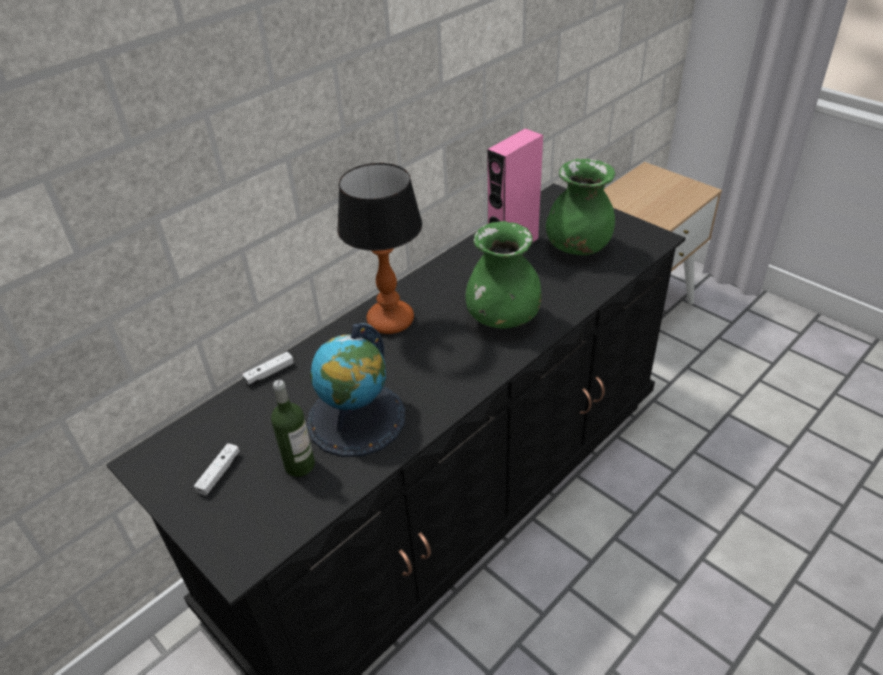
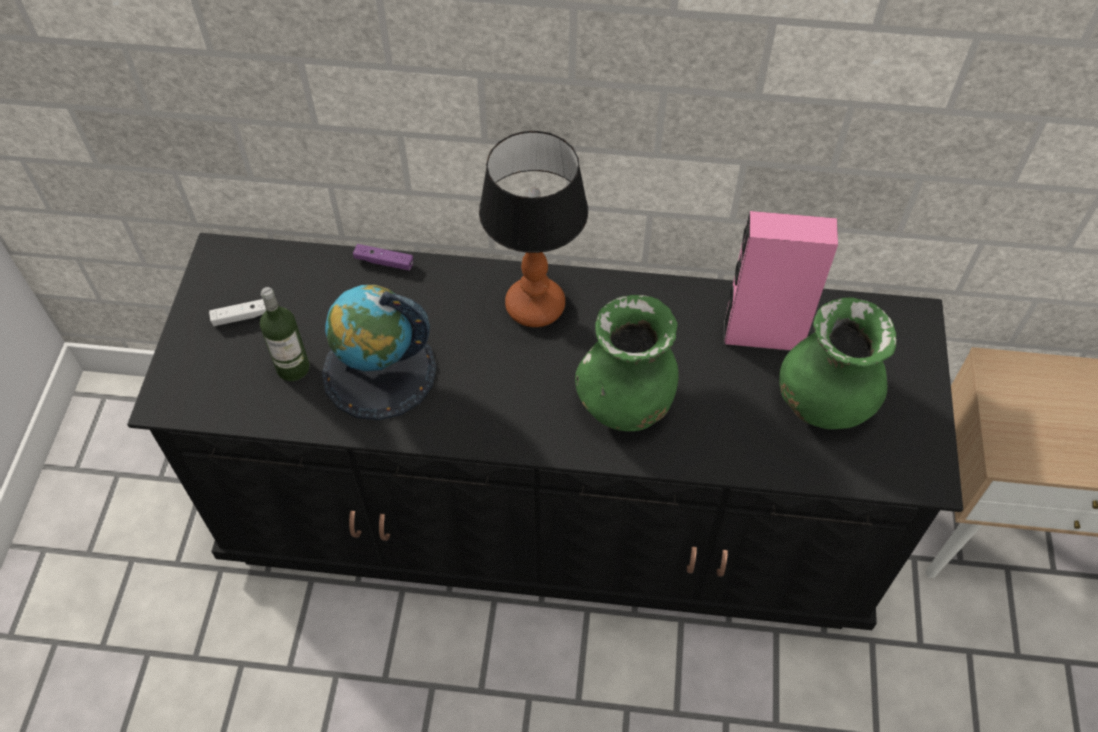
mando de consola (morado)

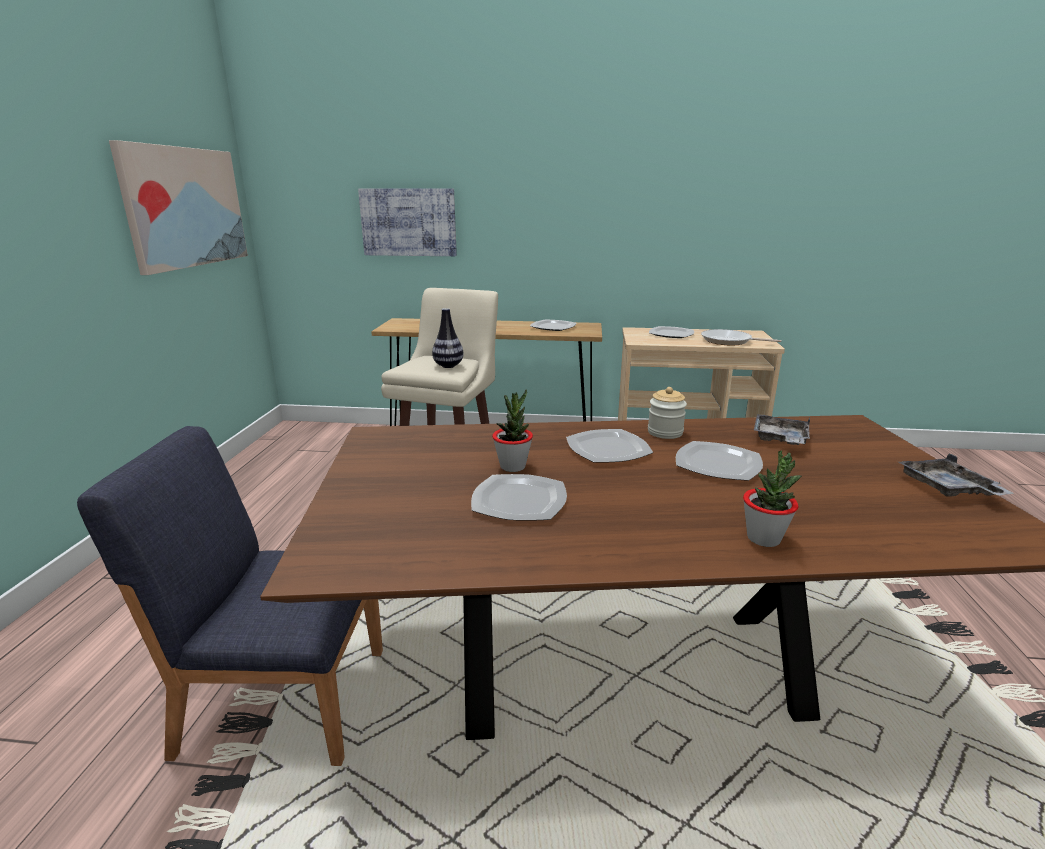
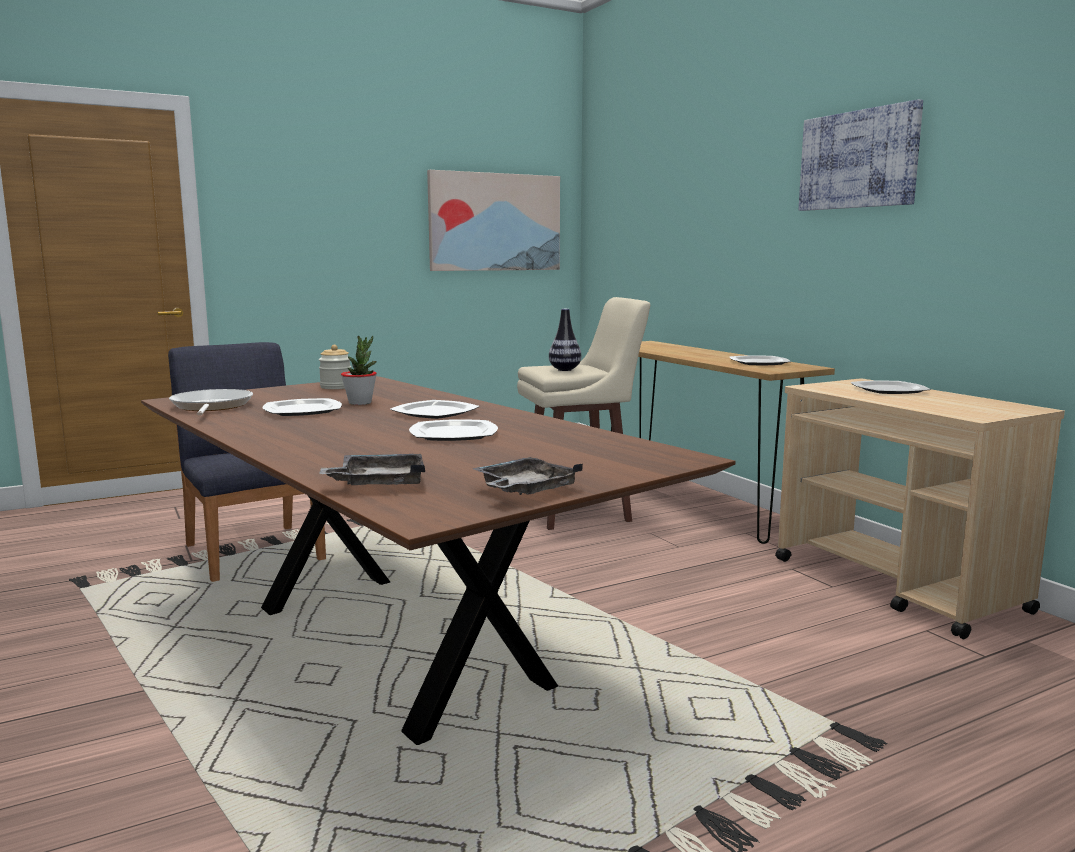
planta en maceta (no. 2 from left in the first image); cuadro (no. 2 from left); tarro; sartén; bandeja (gris) (no. 1 from left)

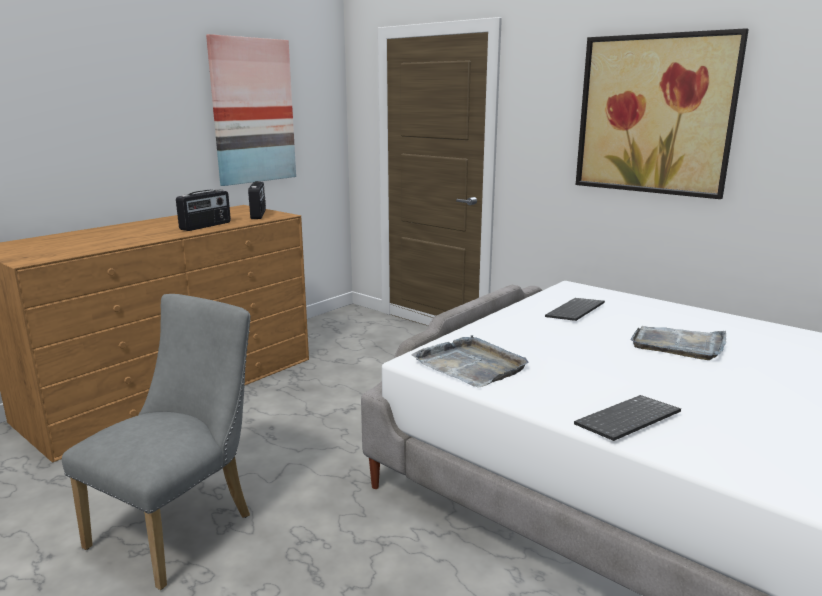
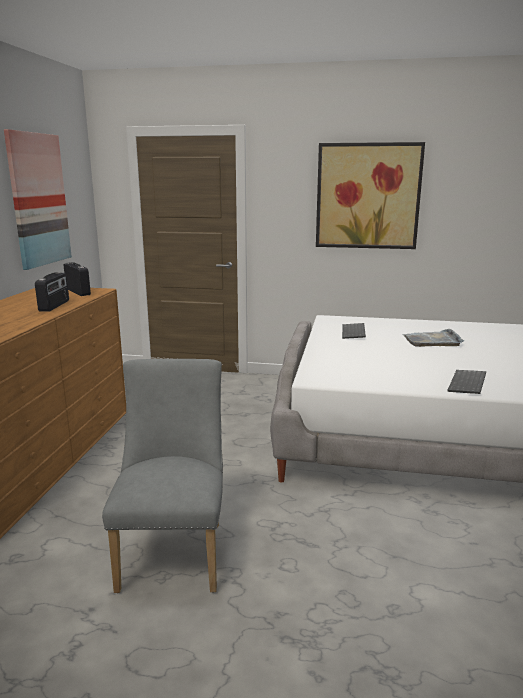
bandeja (gris) (no. 1 from left in the first image)

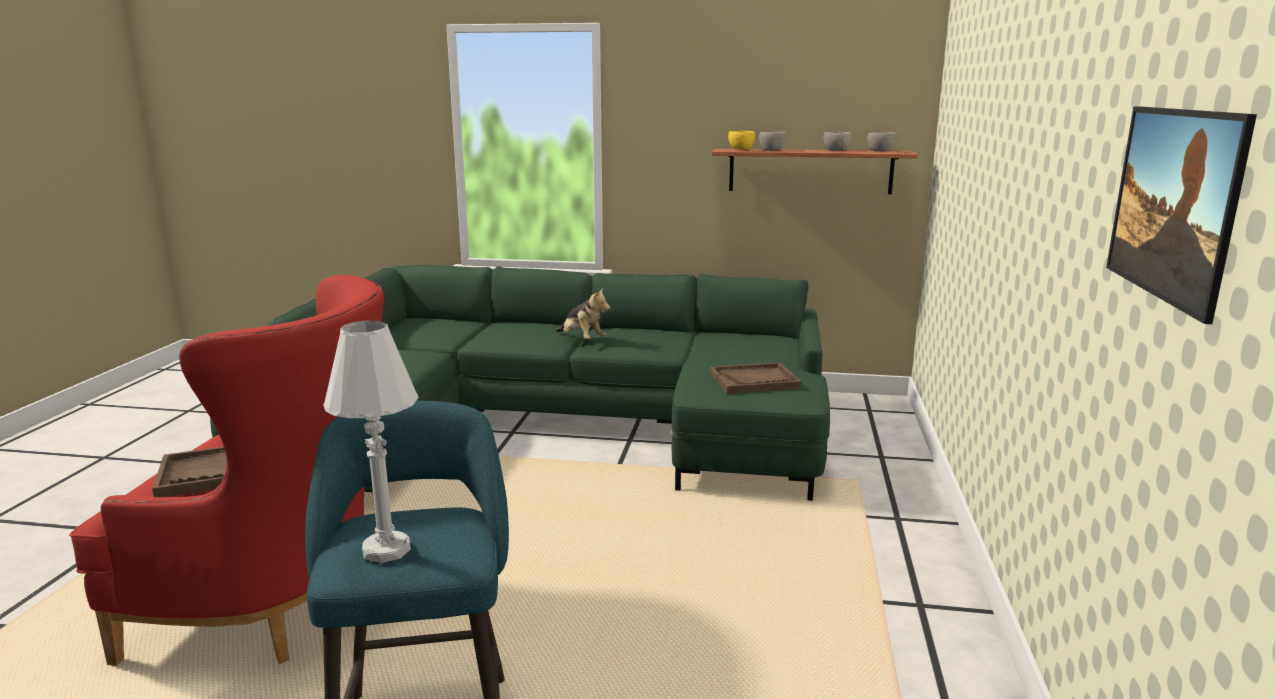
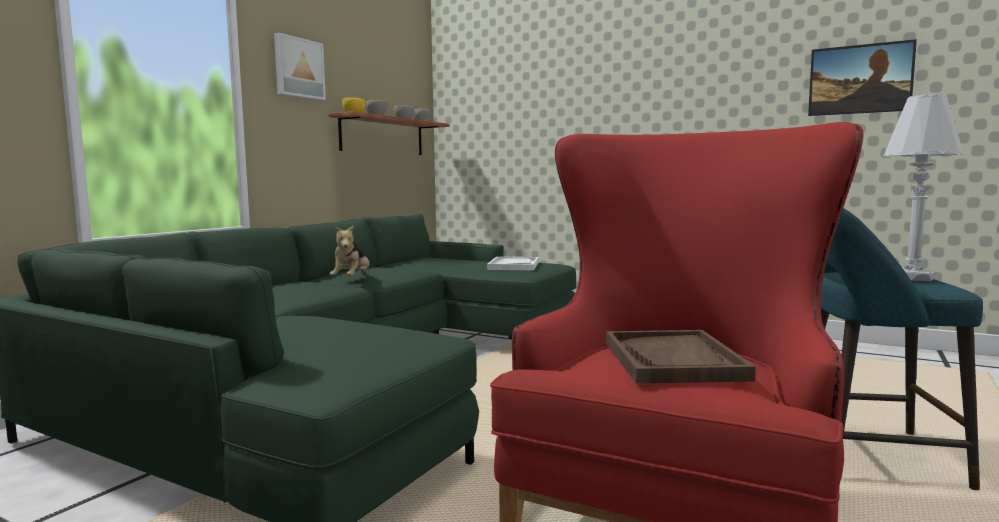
cuadro (no. 1 from left); bandeja (blanco); peluche

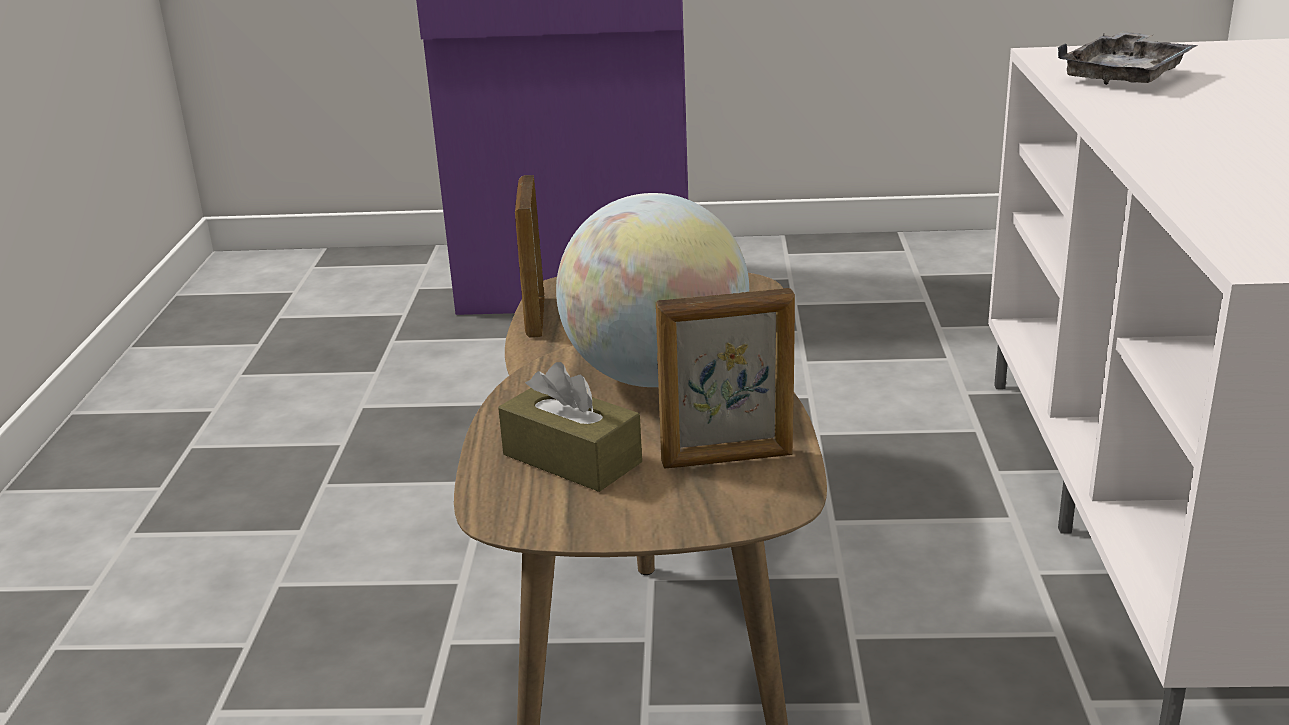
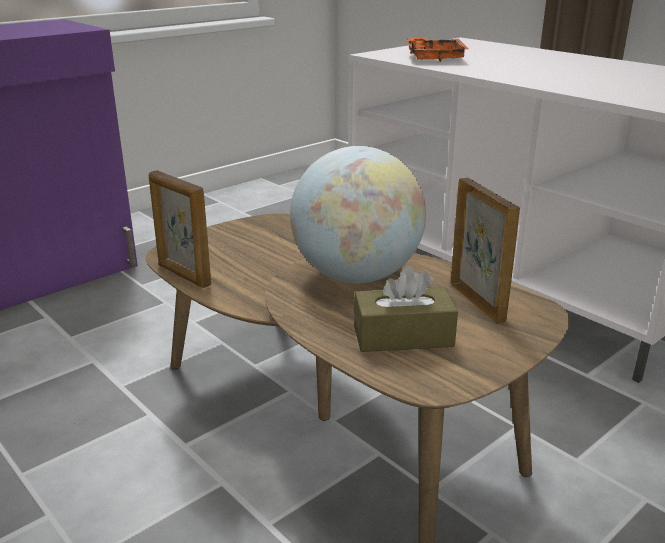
bandeja (naranja); portarretratos (no. 2 from left)

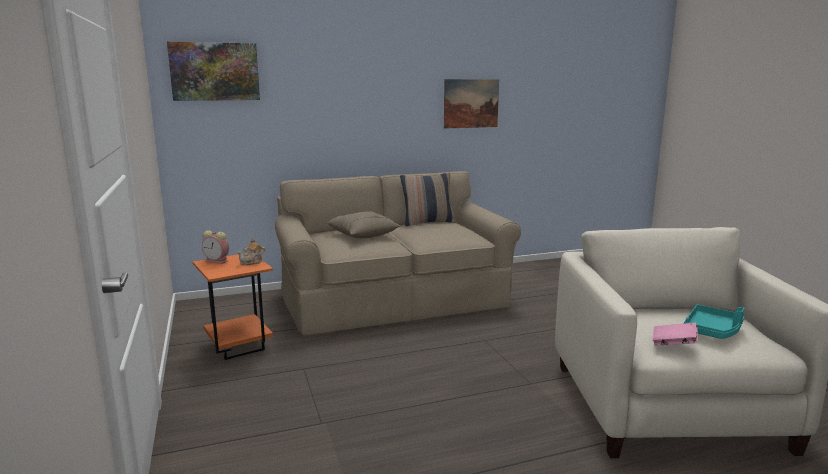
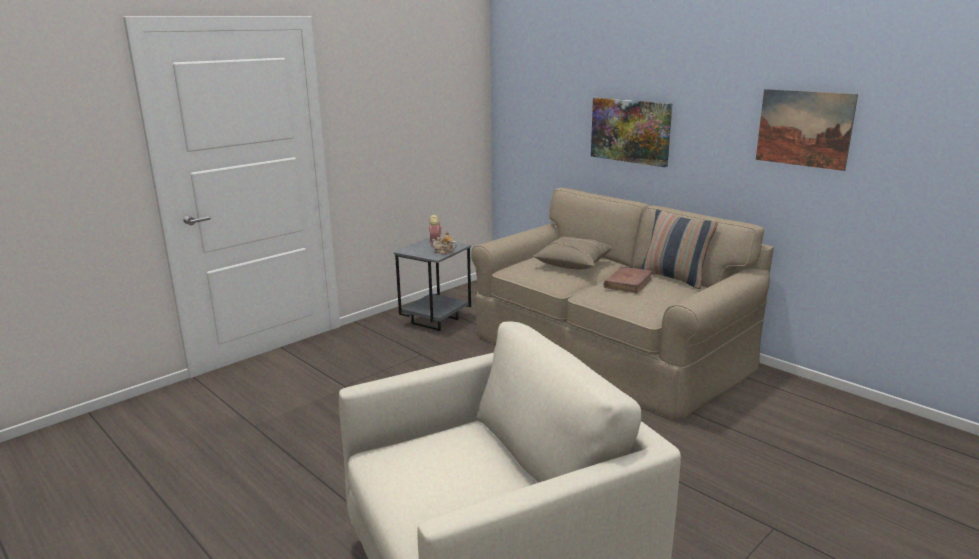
libro (rosa); bandeja (turquesa); libro (marrón); cuadro (no. 1 from left); mesa auxiliar (gris)

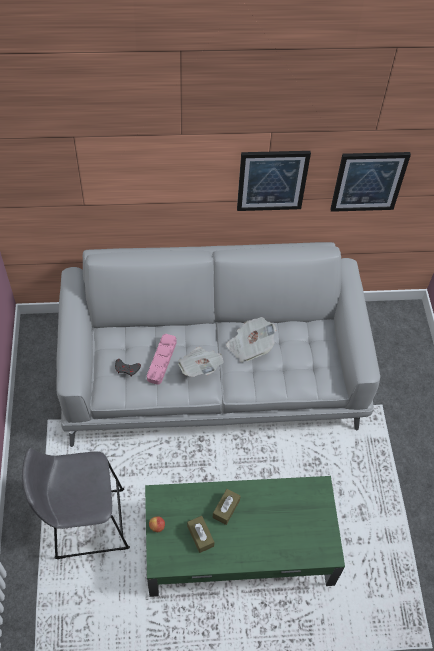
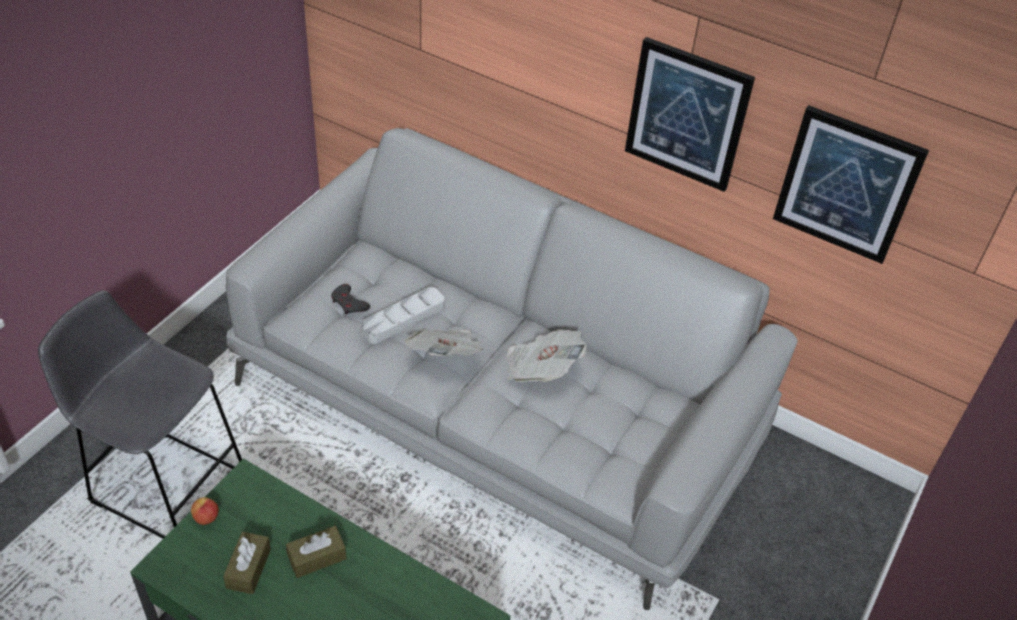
bandeja (gris)

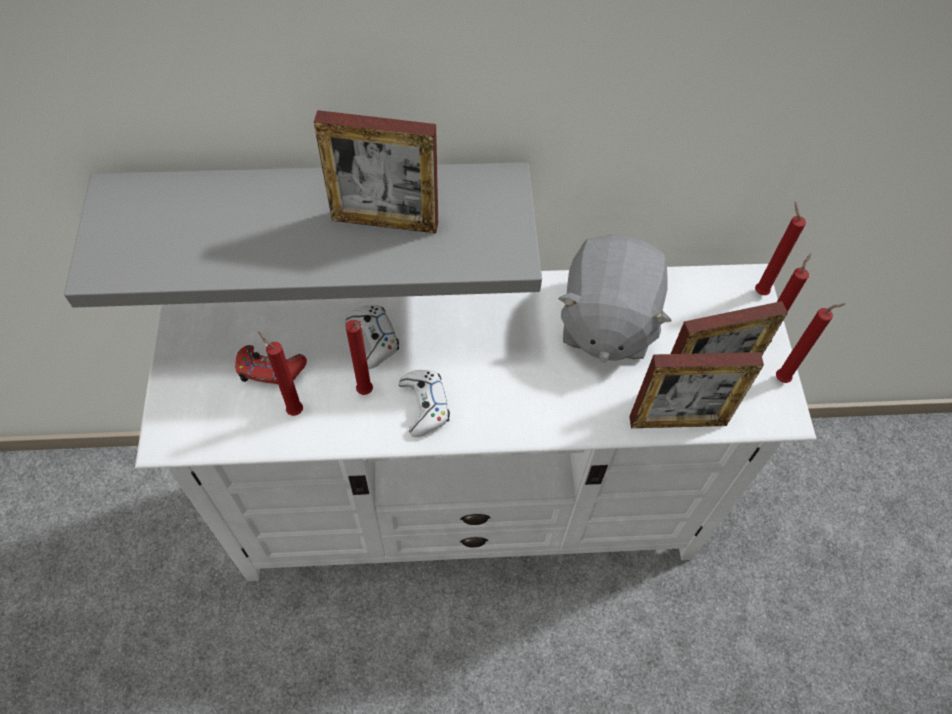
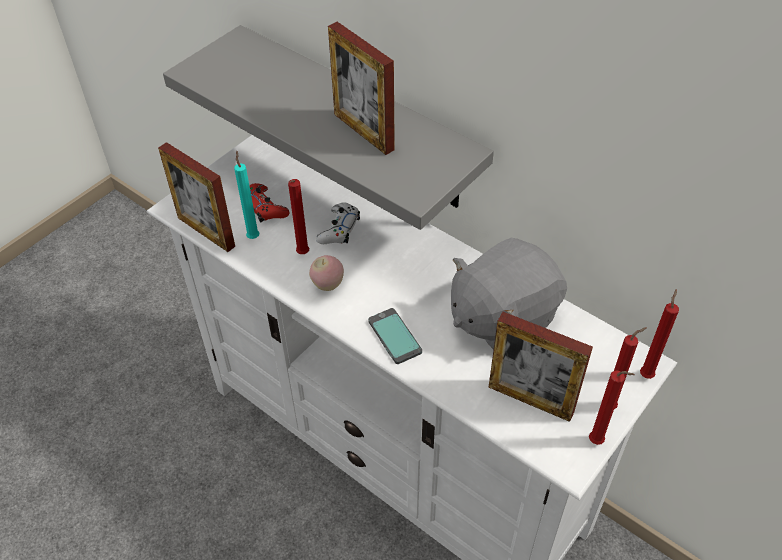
móvil; portarretratos (no. 1 from left); manzana; vela (turquesa)

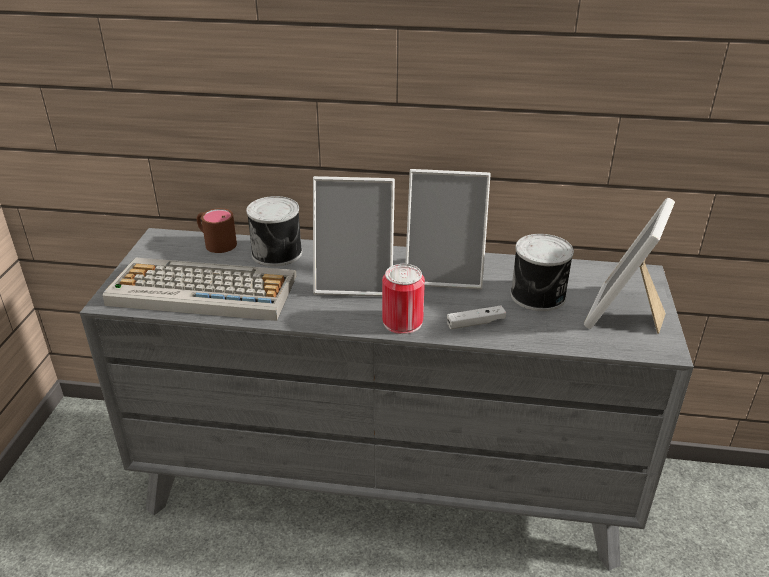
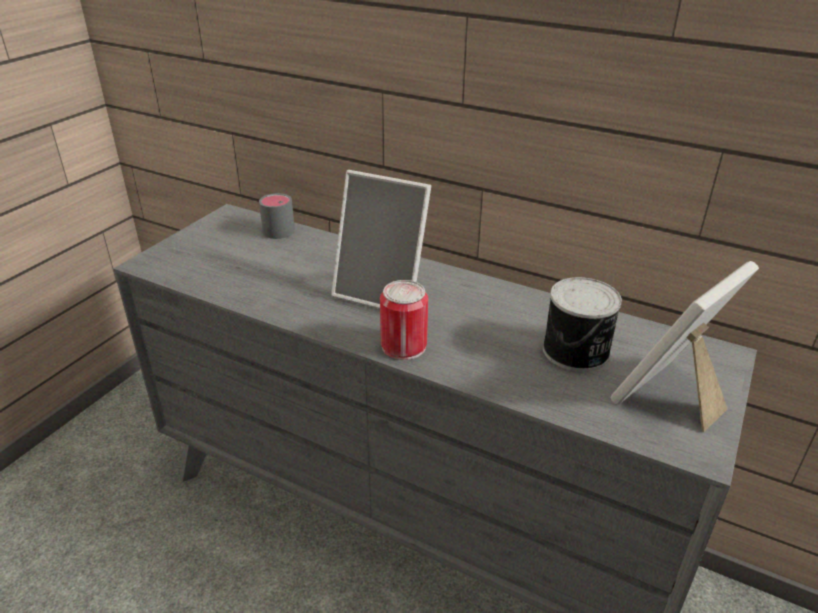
teclado; lata (no. 1 from left in the first image); portarretratos (no. 2 from left in the first image); mando de consola (blanco); taza grande (gris)

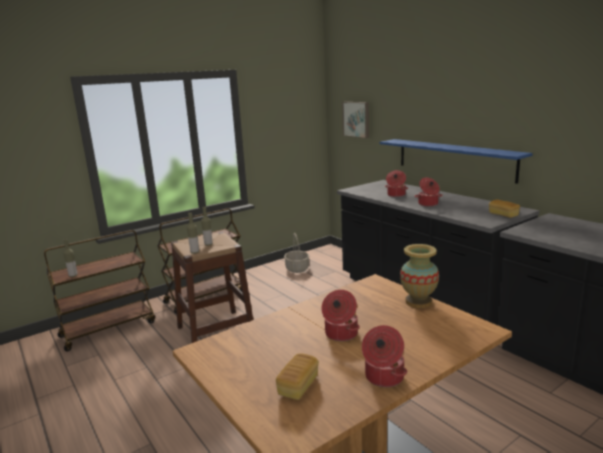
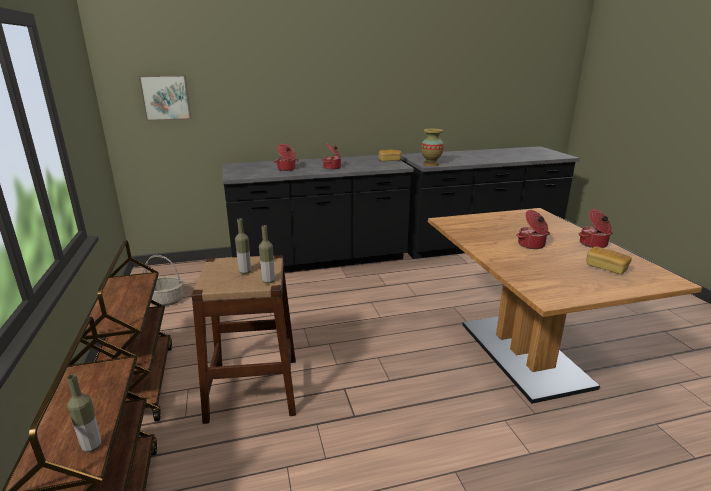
estante (azul); florero

